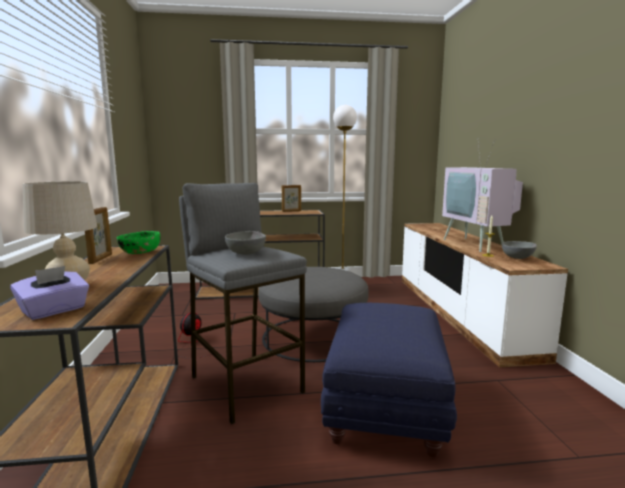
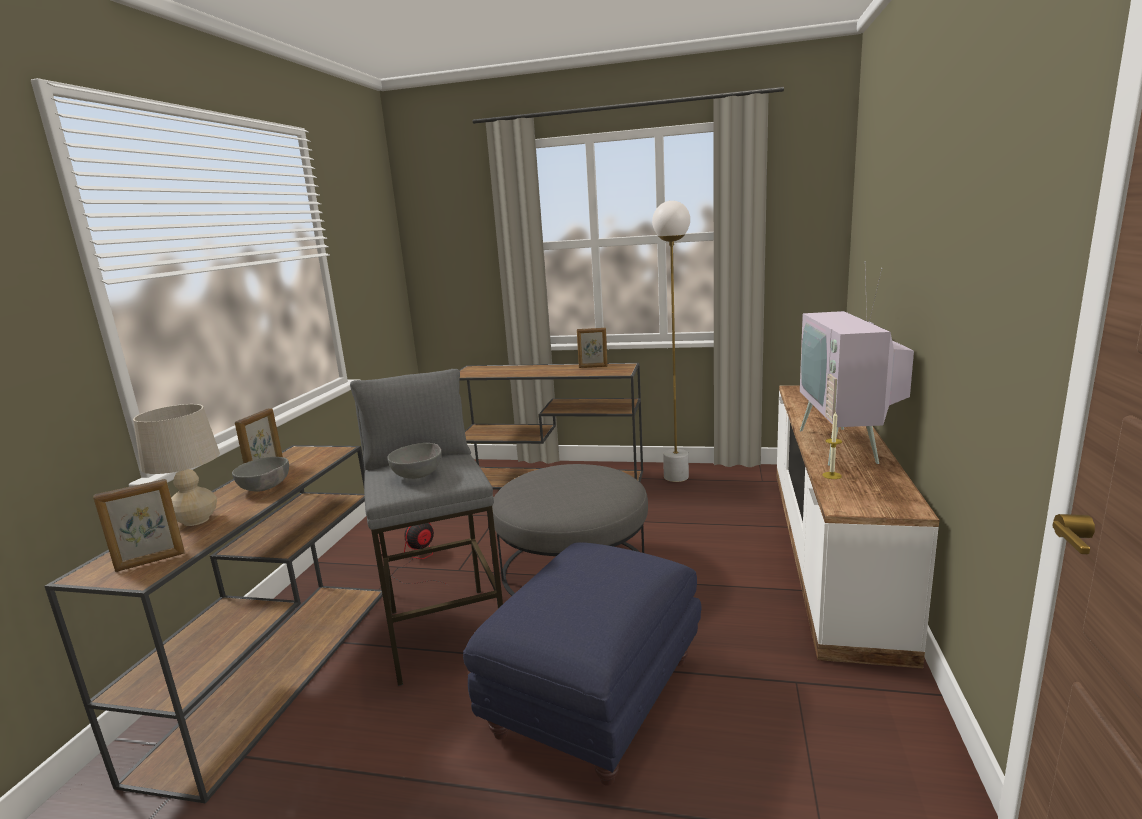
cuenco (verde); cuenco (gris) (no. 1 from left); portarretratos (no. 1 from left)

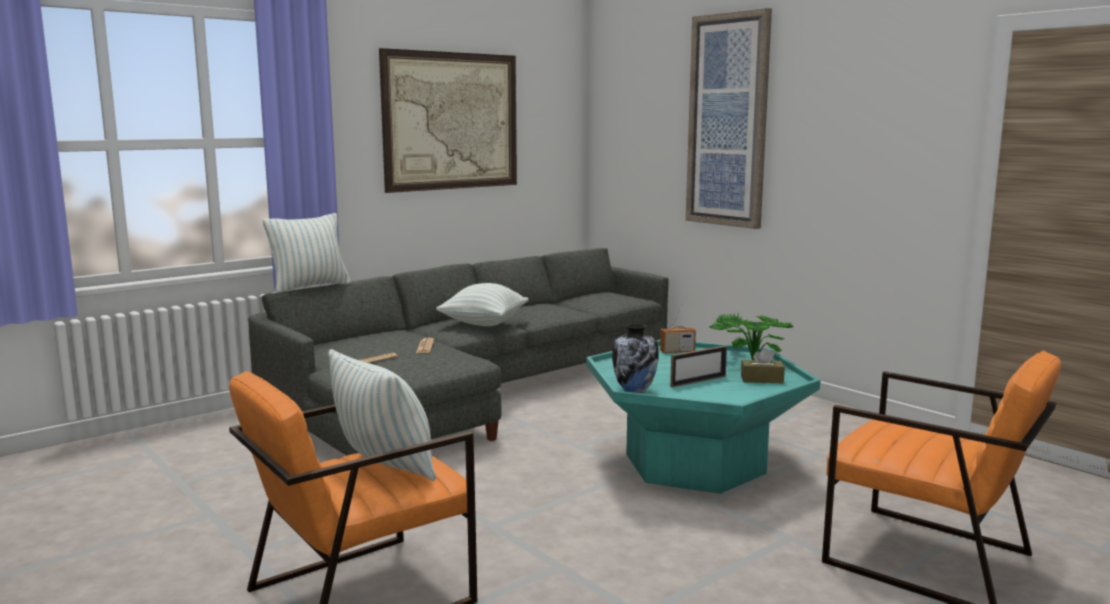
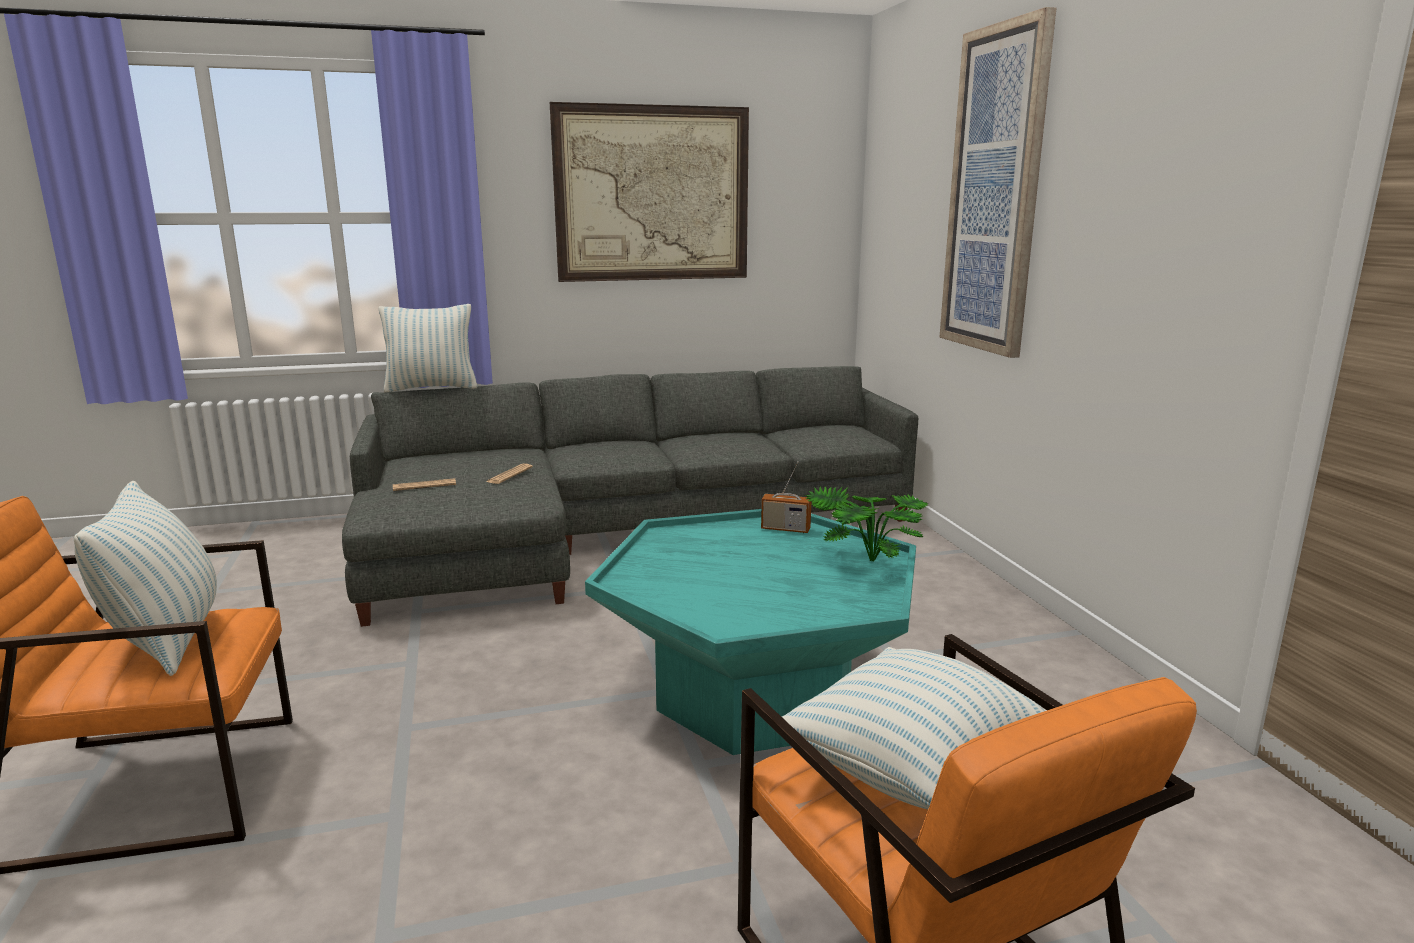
florero; portarretratos; caja de pañuelos (marrón); cojín (no. 3 from left)

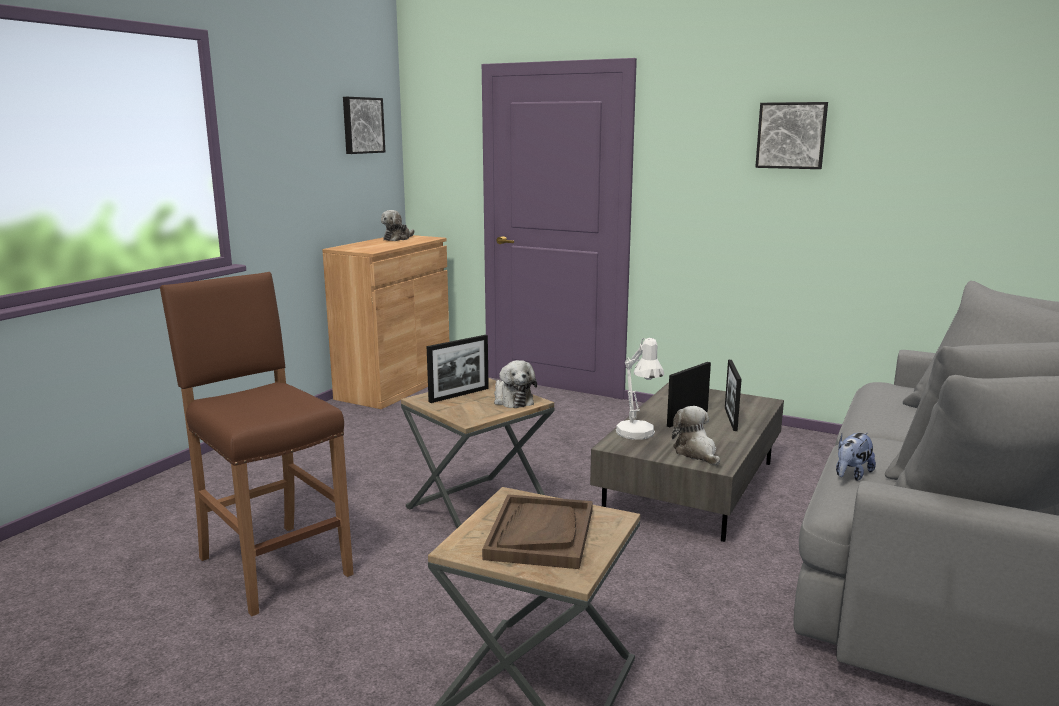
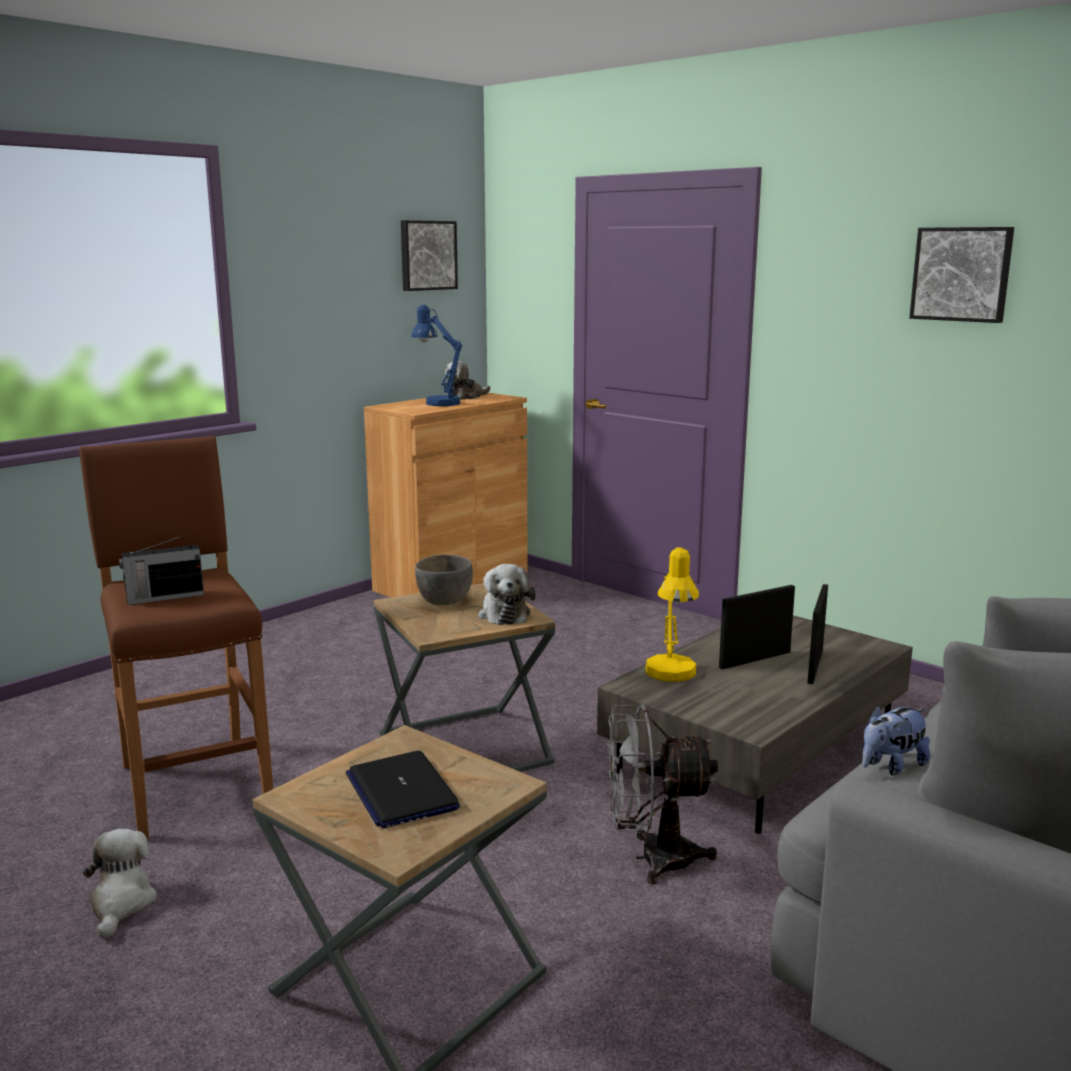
radio; lámpara de mesa (azul); ventilador (gris); peluche (no. 1 from left); cuenco (gris); portátil; lámpara de mesa (amarillo)

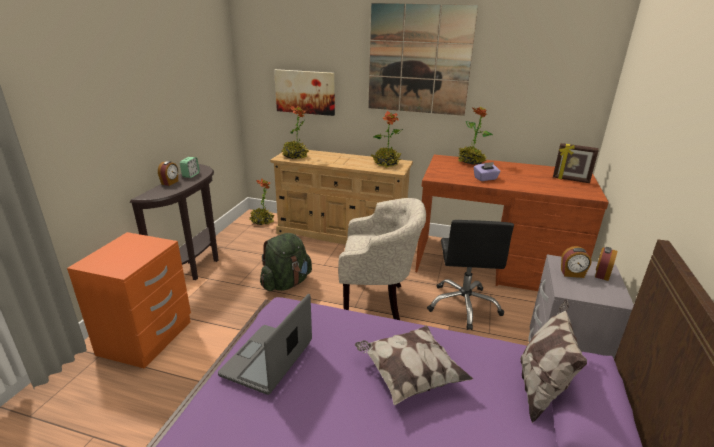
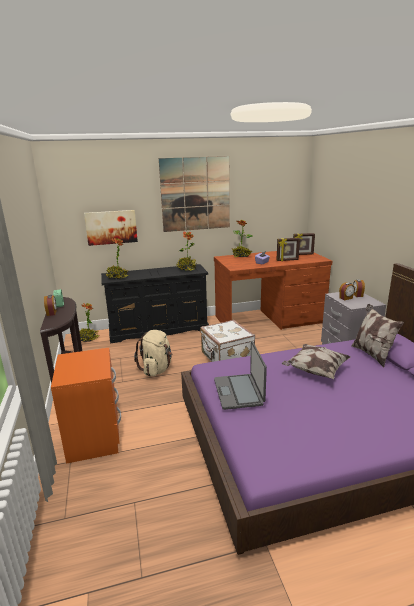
silla de oficina (negro); portarretratos (no. 1 from left); maleta (blanco); mochila (beis); cómoda (negro)

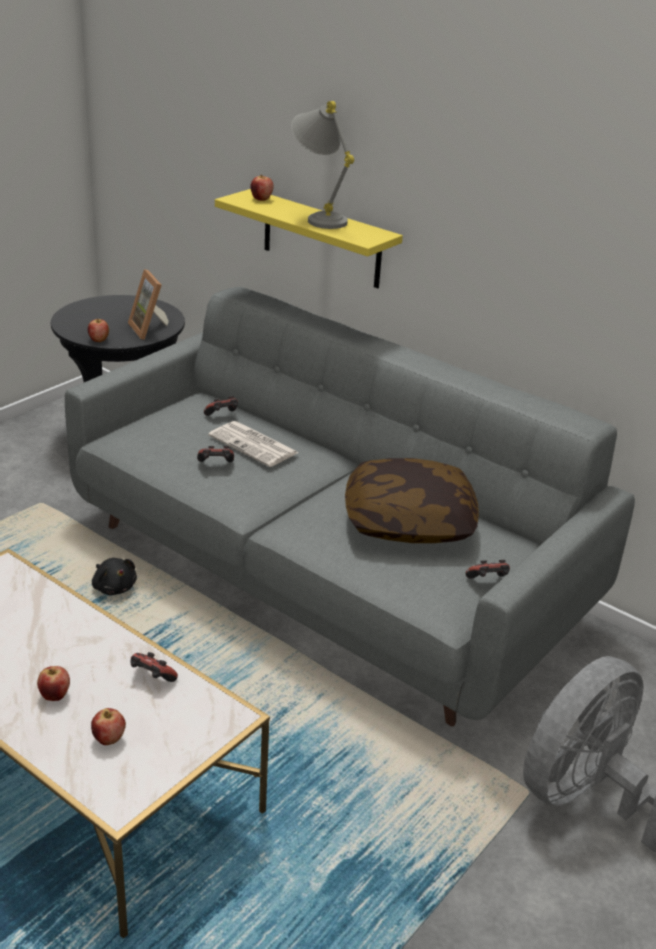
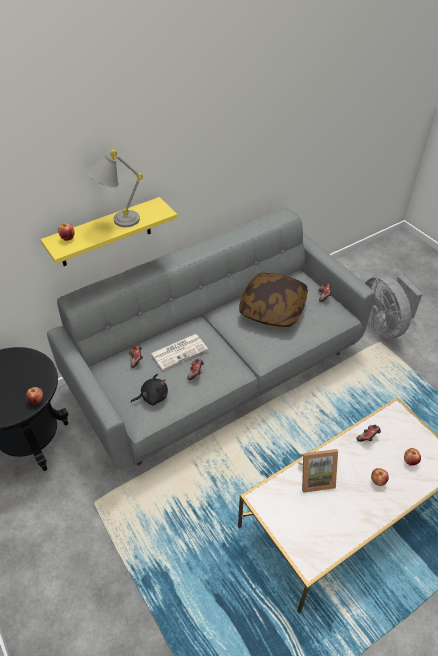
peluche (negro); portarretratos

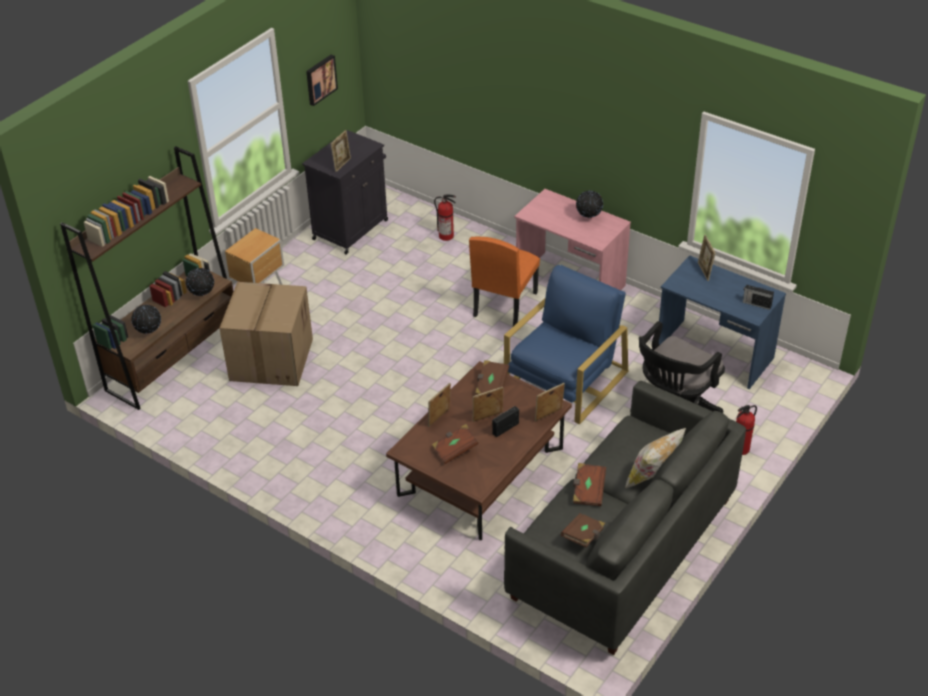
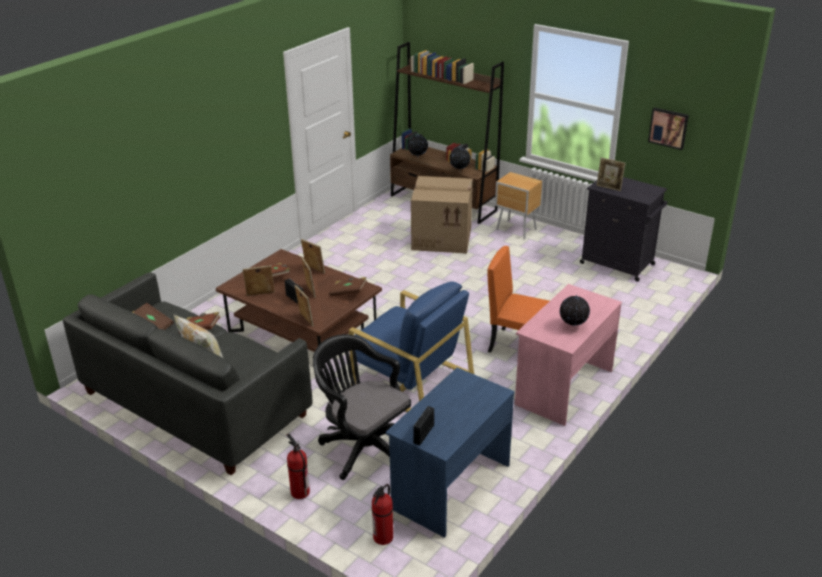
extintor (no. 2 from left); portarretratos (no. 1 from left)

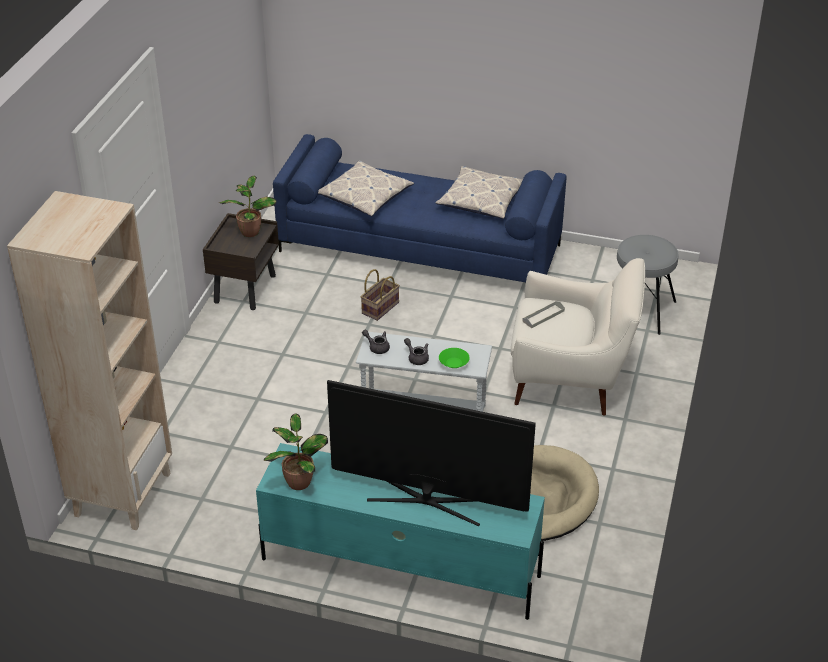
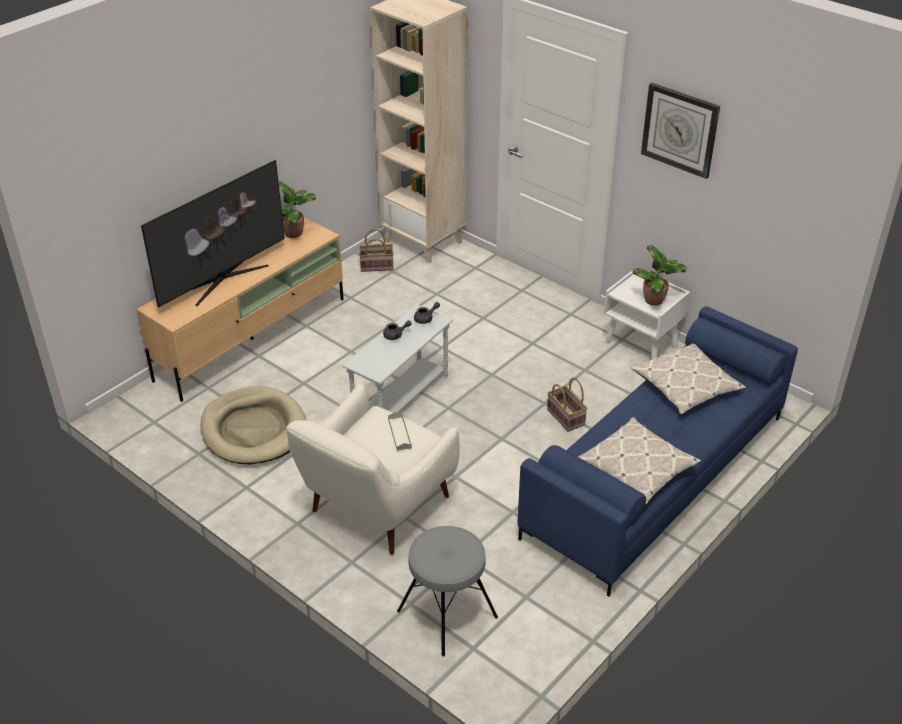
cuenco (verde); cesta (no. 1 from left); reloj de pared; mesita de noche (blanco); mueble de televisión (beis)

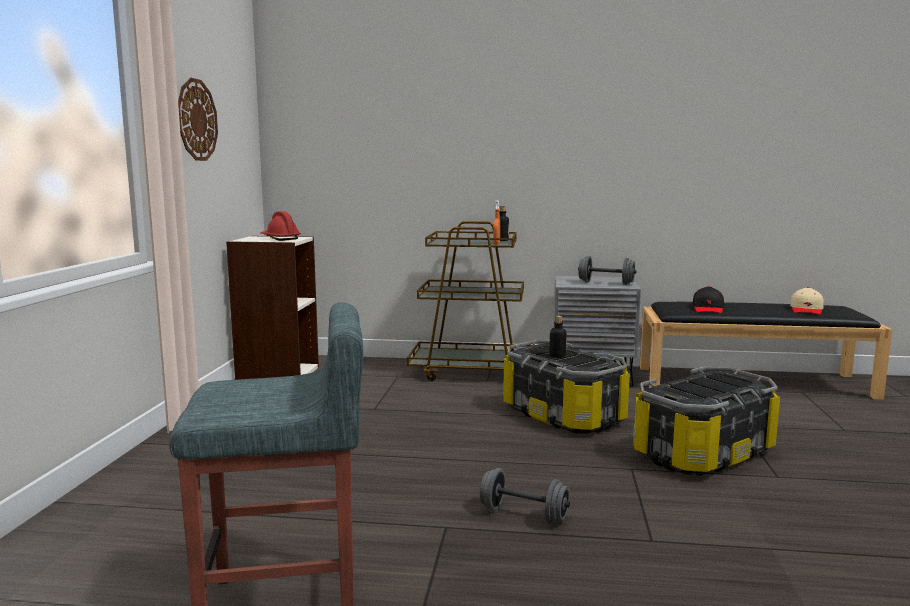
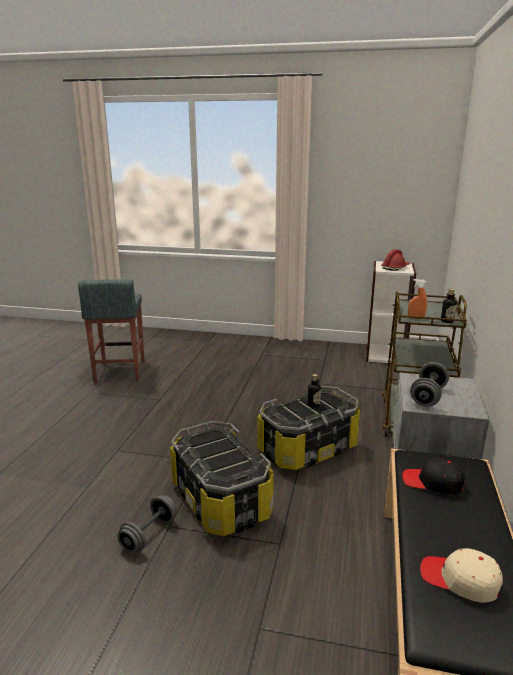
reloj de pared; mancuerna (gris) (no. 1 from left)

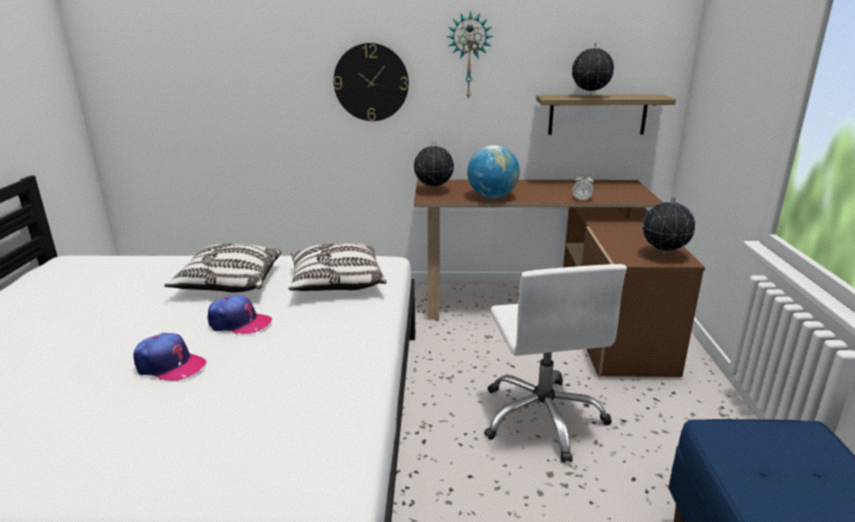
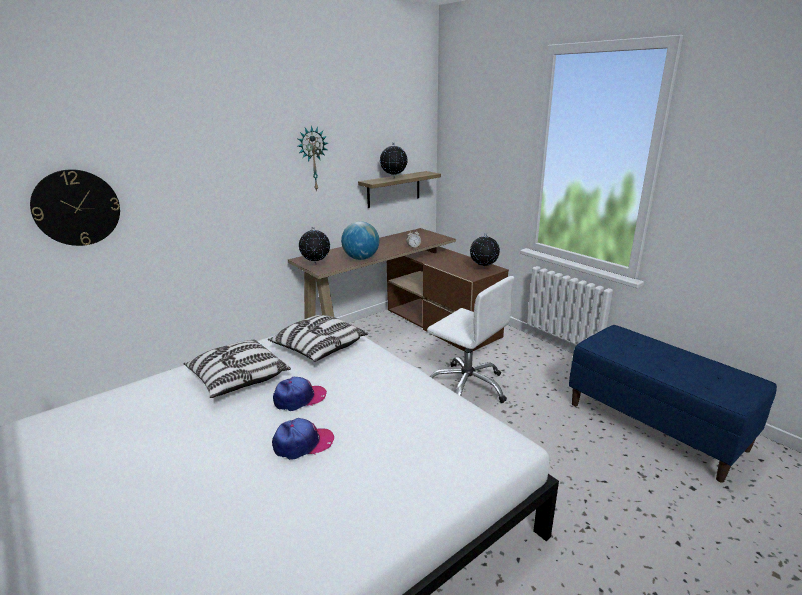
reloj de pared (no. 1 from left)

